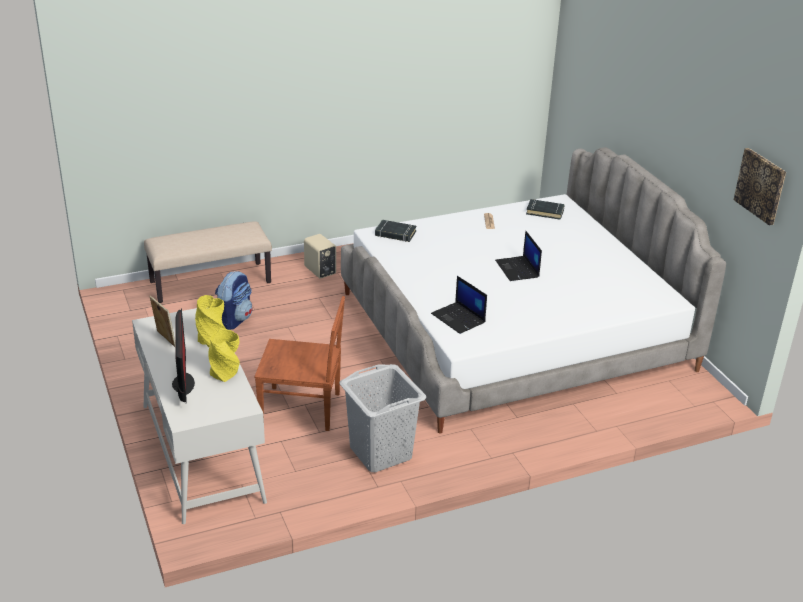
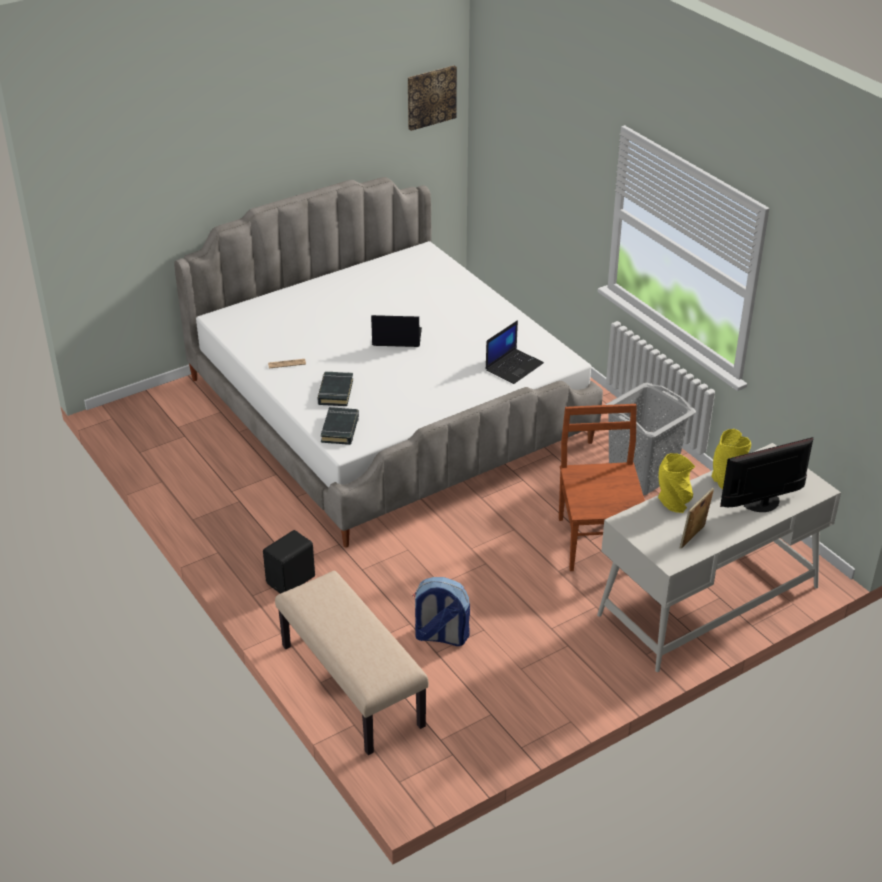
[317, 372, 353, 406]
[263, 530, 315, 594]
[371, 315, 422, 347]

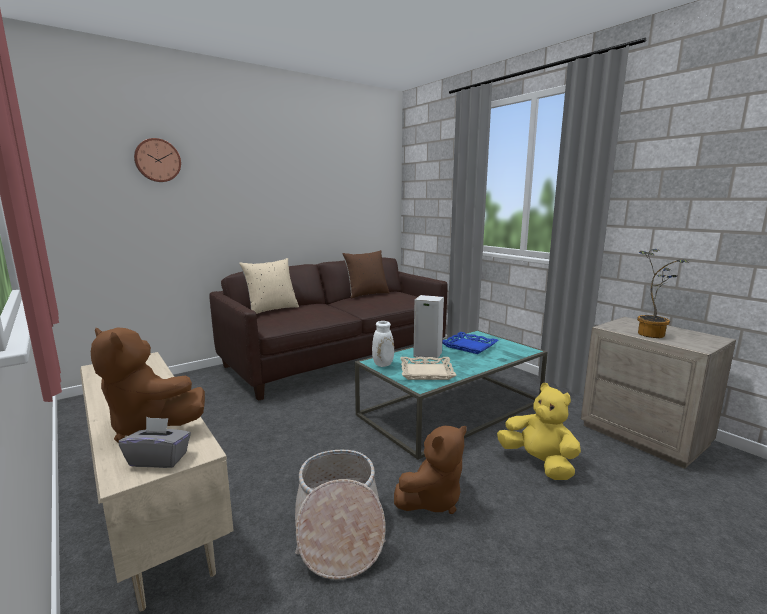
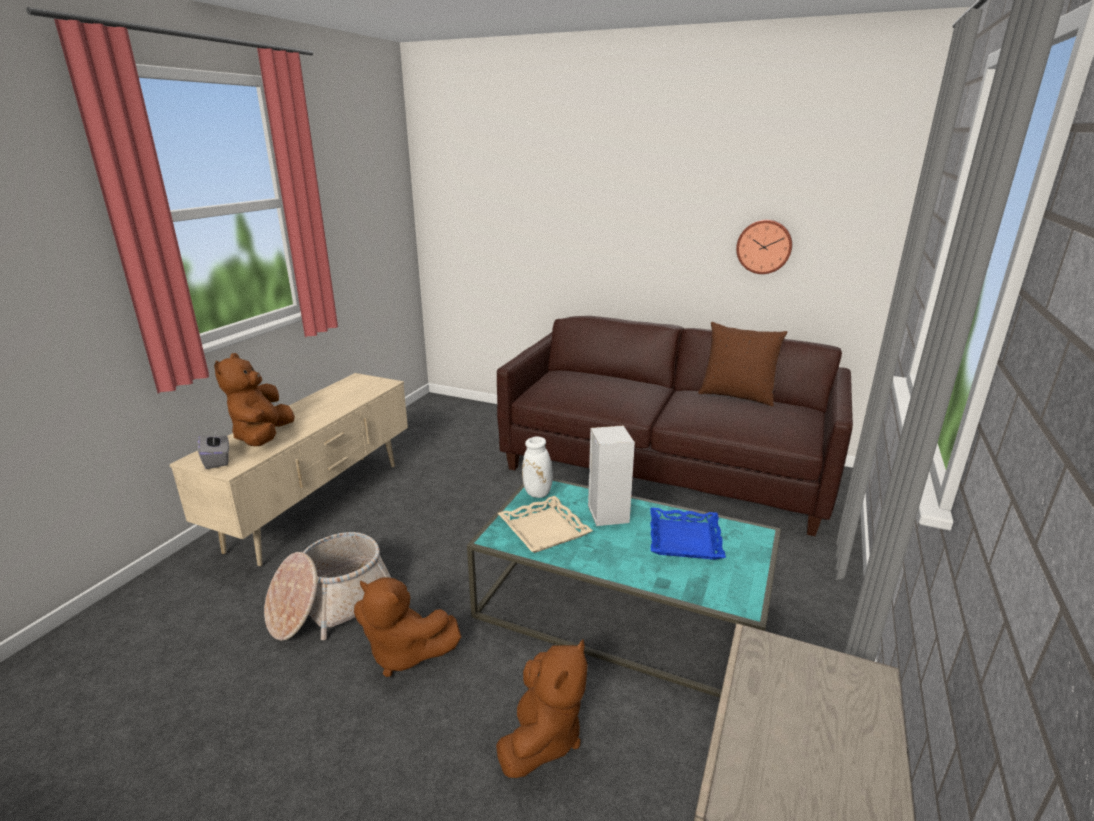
[239, 258, 299, 314] (first image)
[637, 249, 689, 338] (first image)
[736, 220, 792, 274]
[496, 639, 588, 778]

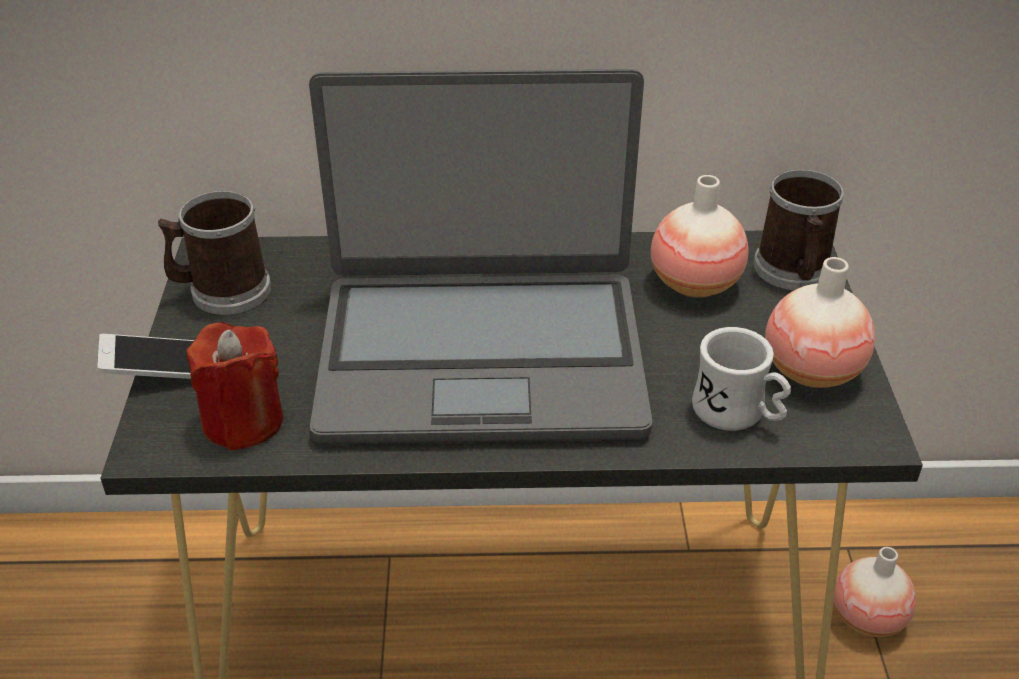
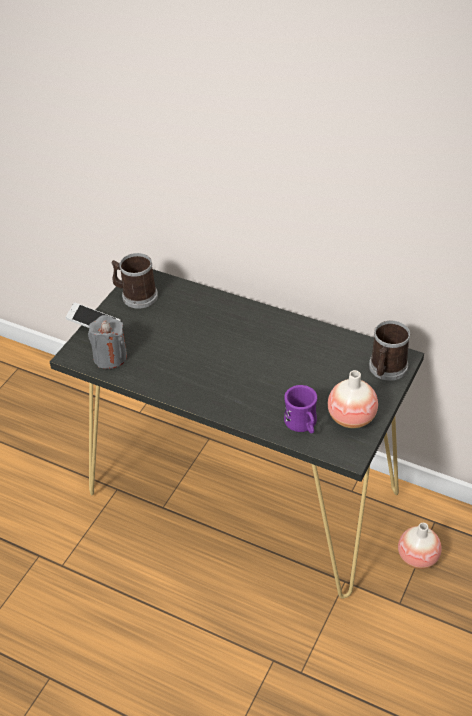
[309, 69, 652, 445] (first image)
[651, 175, 749, 298] (first image)
[88, 315, 127, 369]
[284, 385, 317, 434]

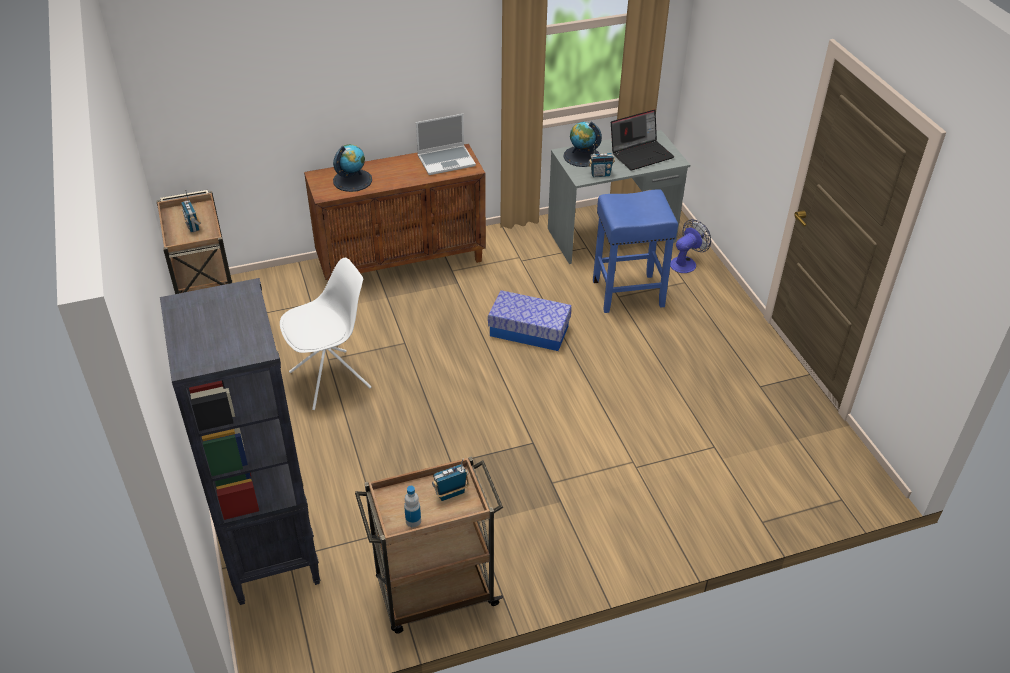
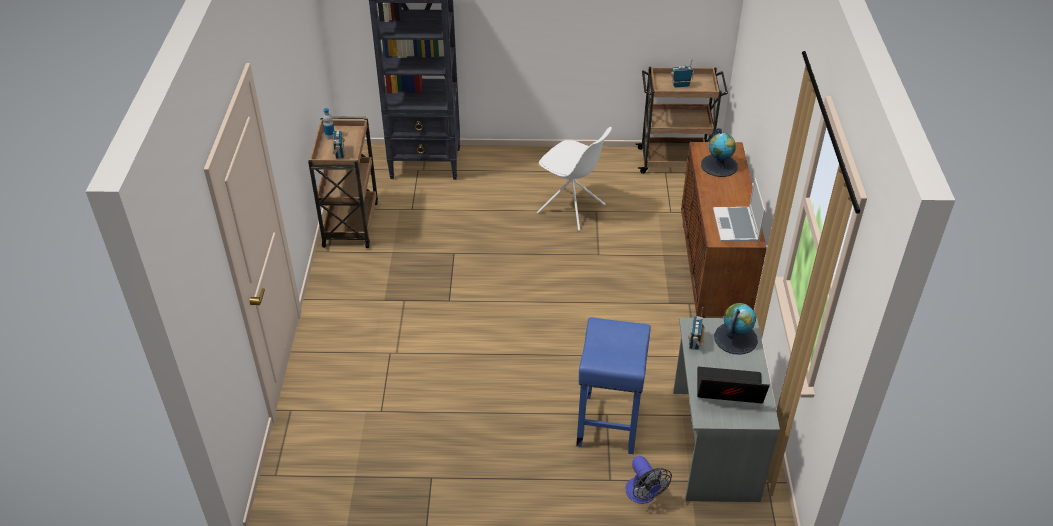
[488, 290, 572, 351] (first image)
[537, 127, 612, 231]
[697, 367, 770, 403]

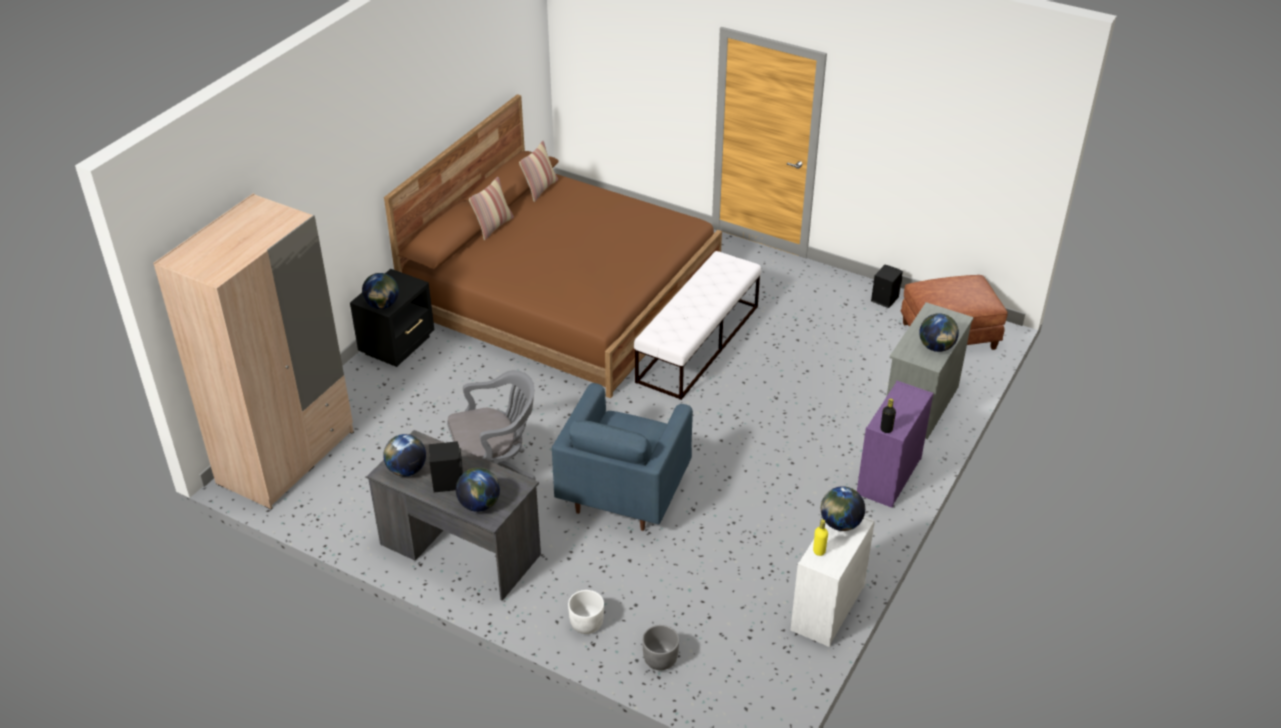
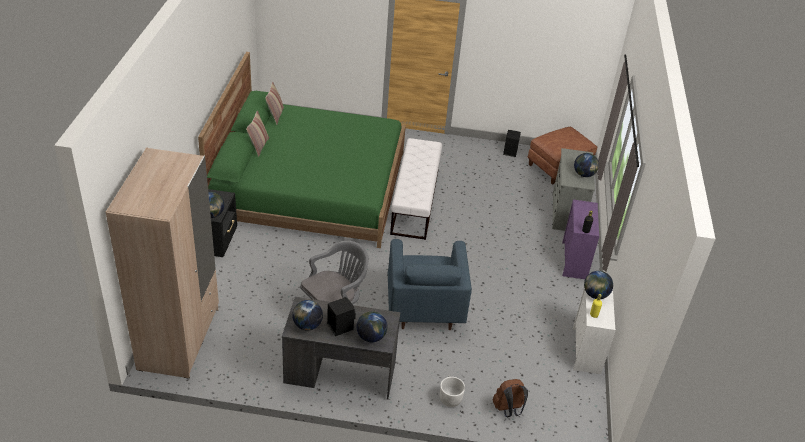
[493, 379, 528, 418]
[198, 52, 406, 248]

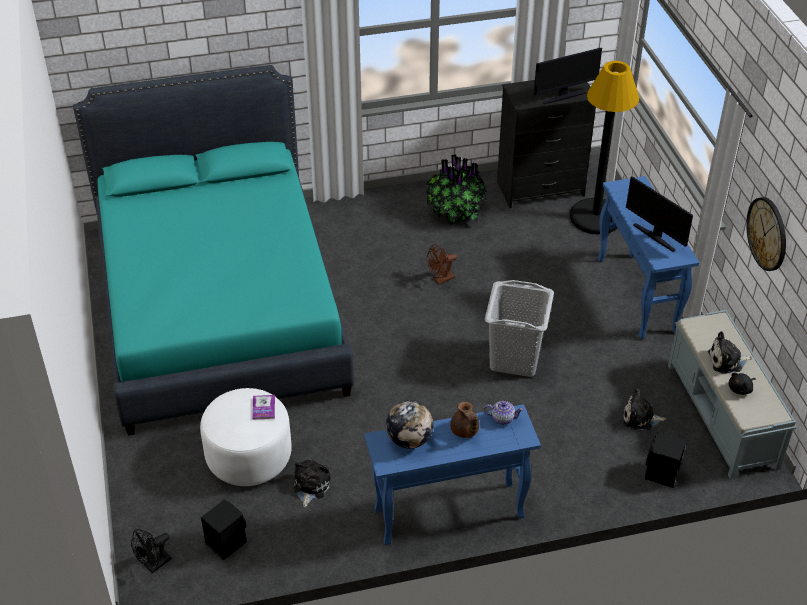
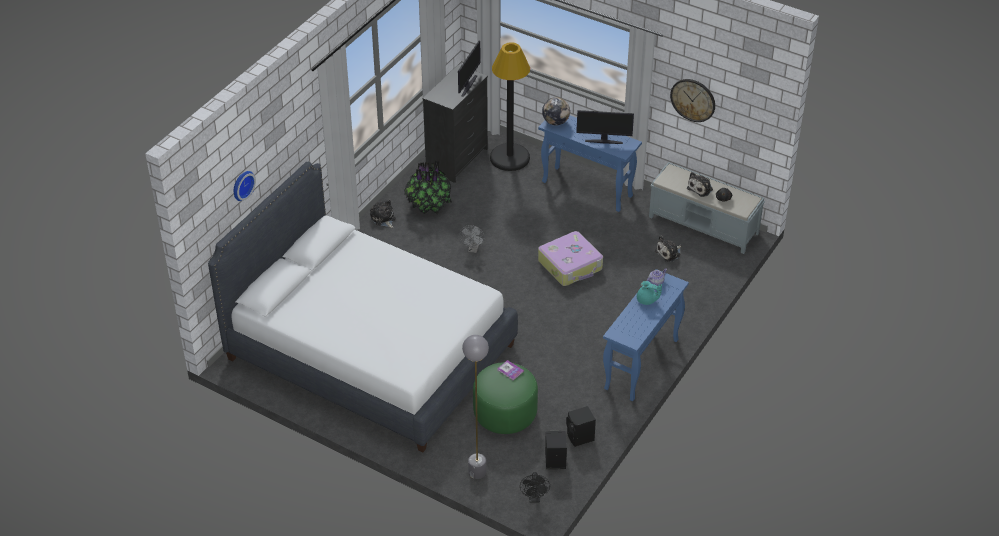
[234, 171, 256, 201]
[462, 335, 489, 479]
[370, 199, 396, 228]
[542, 97, 570, 126]
[566, 406, 596, 447]
[538, 231, 603, 286]
[208, 162, 518, 452]
[473, 362, 538, 434]
[460, 225, 485, 253]
[637, 281, 662, 305]

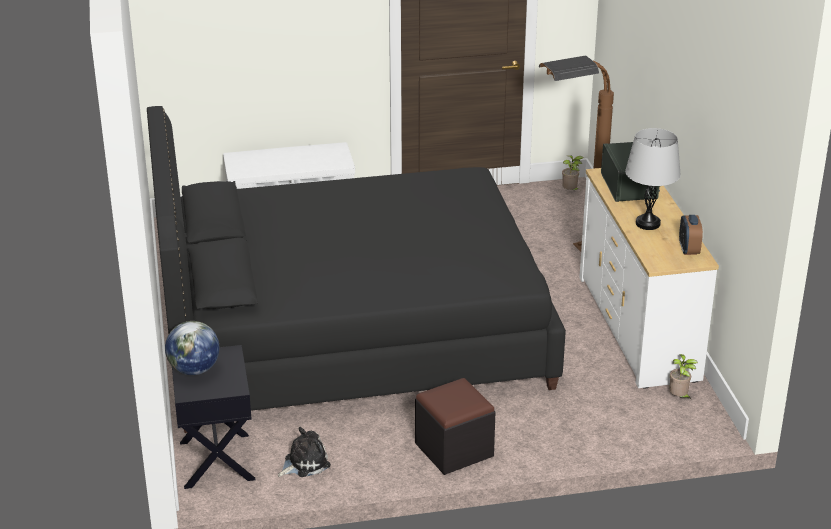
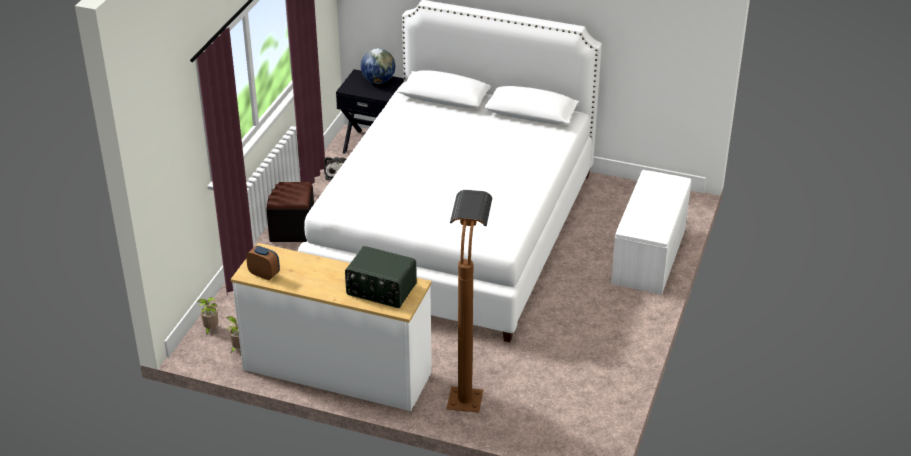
[625, 128, 681, 230] (first image)
[197, 297, 218, 336]
[298, 0, 602, 342]

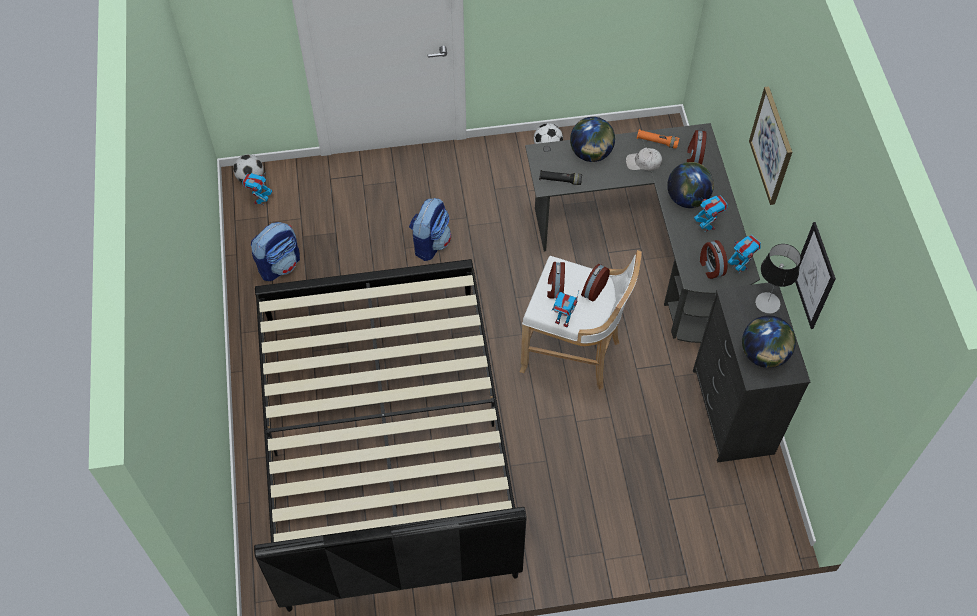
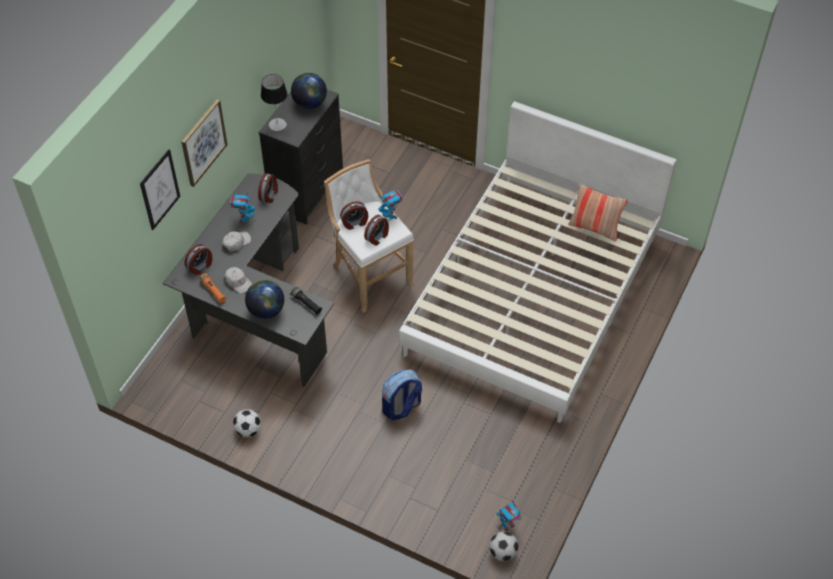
[251, 222, 300, 281] (first image)
[728, 235, 761, 273] (first image)
[568, 184, 627, 241]
[140, 149, 180, 230]
[222, 231, 251, 252]
[399, 101, 677, 423]

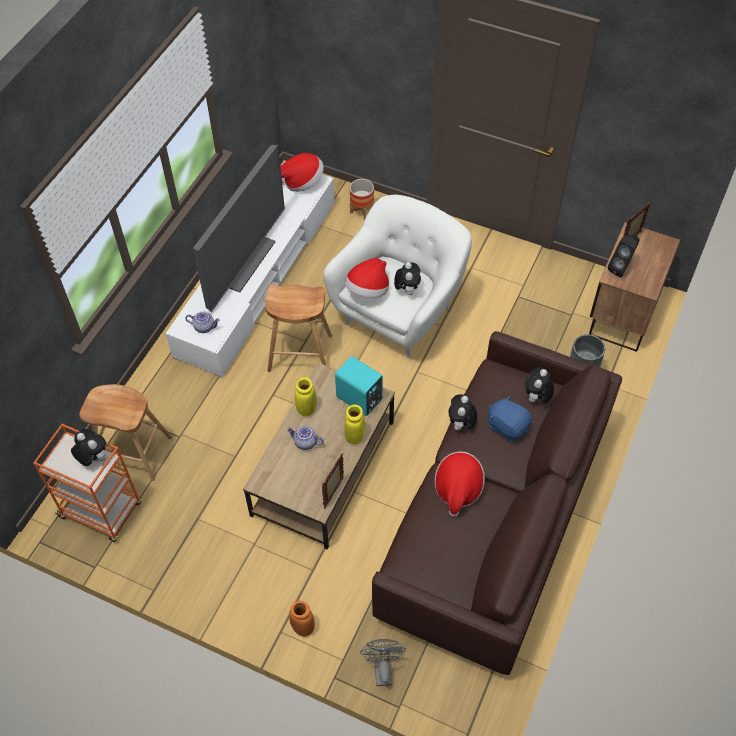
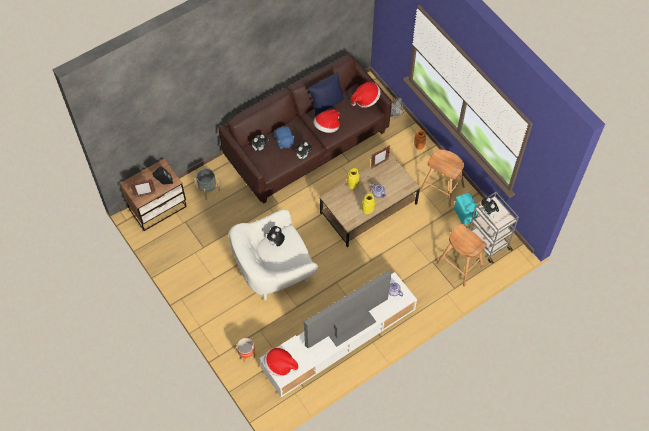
[307, 72, 345, 116]
[420, 149, 465, 207]
[454, 193, 478, 225]
[351, 82, 381, 108]
[469, 192, 519, 264]

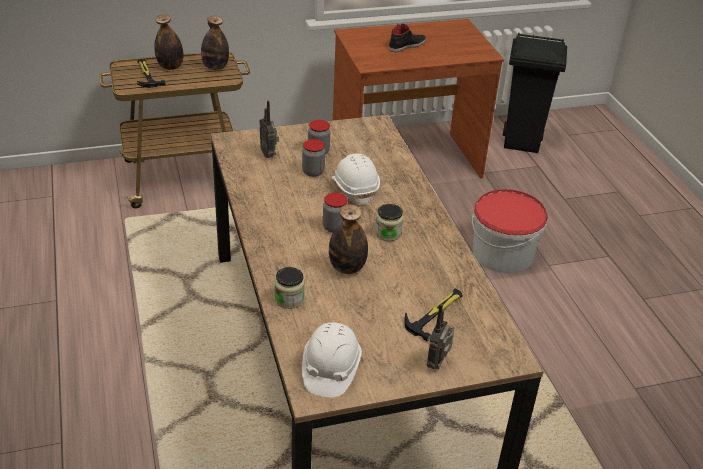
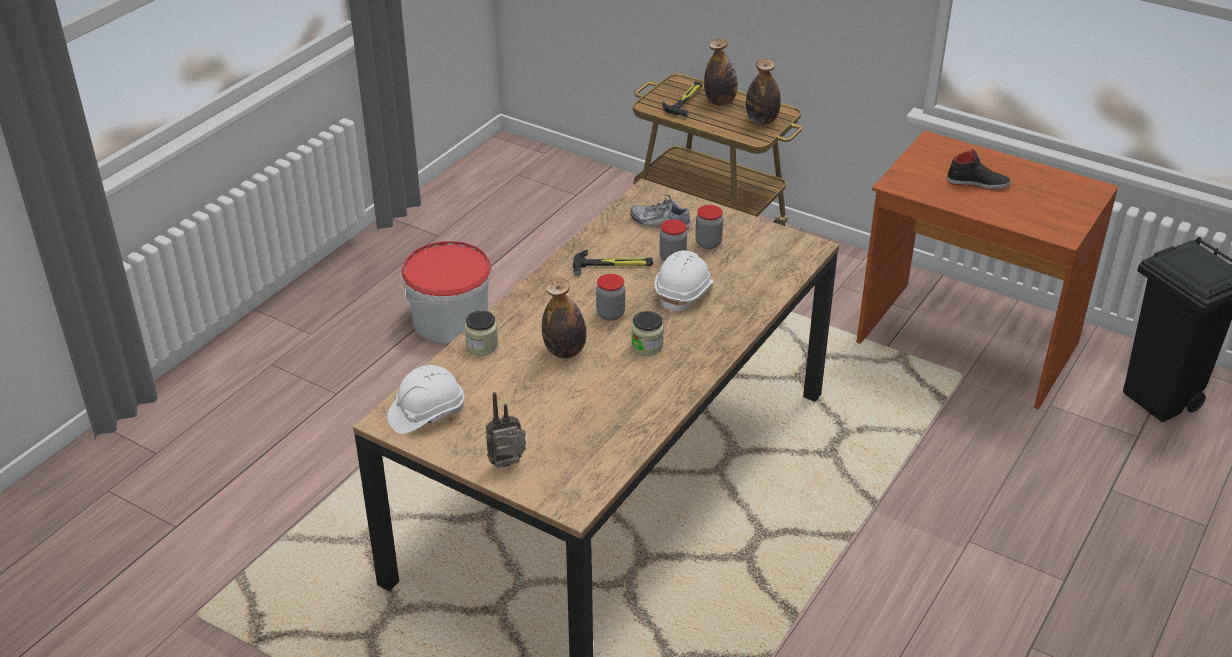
[573, 249, 653, 276]
[402, 241, 492, 343]
[630, 194, 691, 229]

